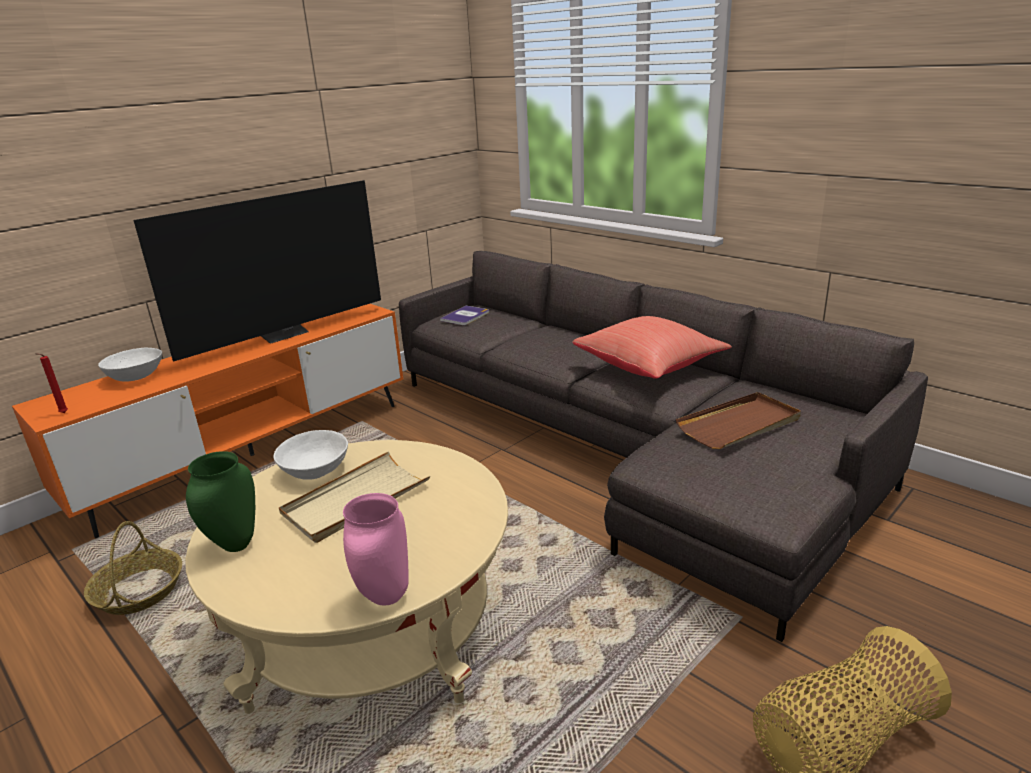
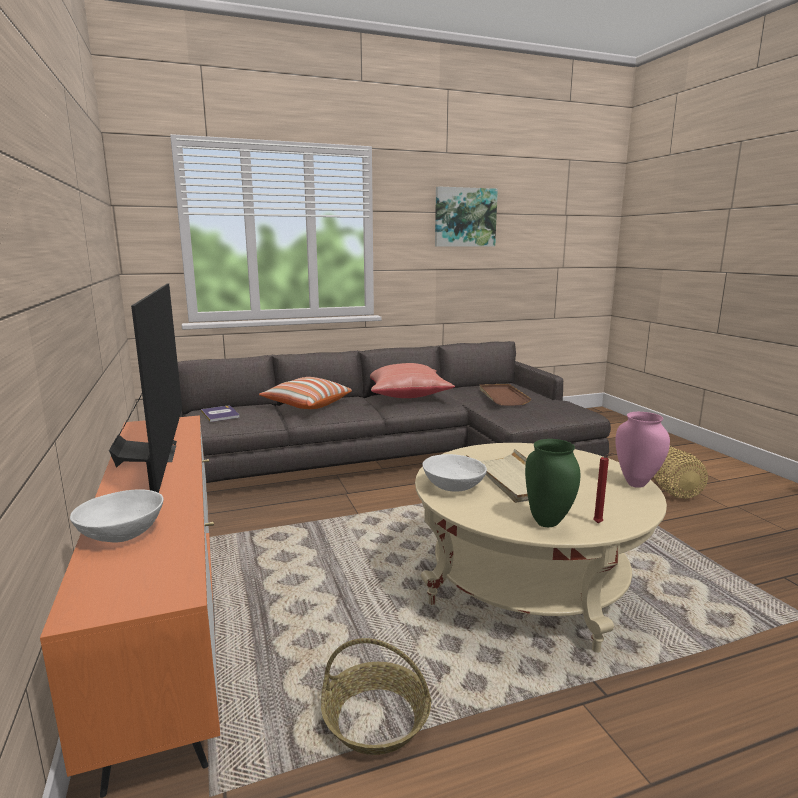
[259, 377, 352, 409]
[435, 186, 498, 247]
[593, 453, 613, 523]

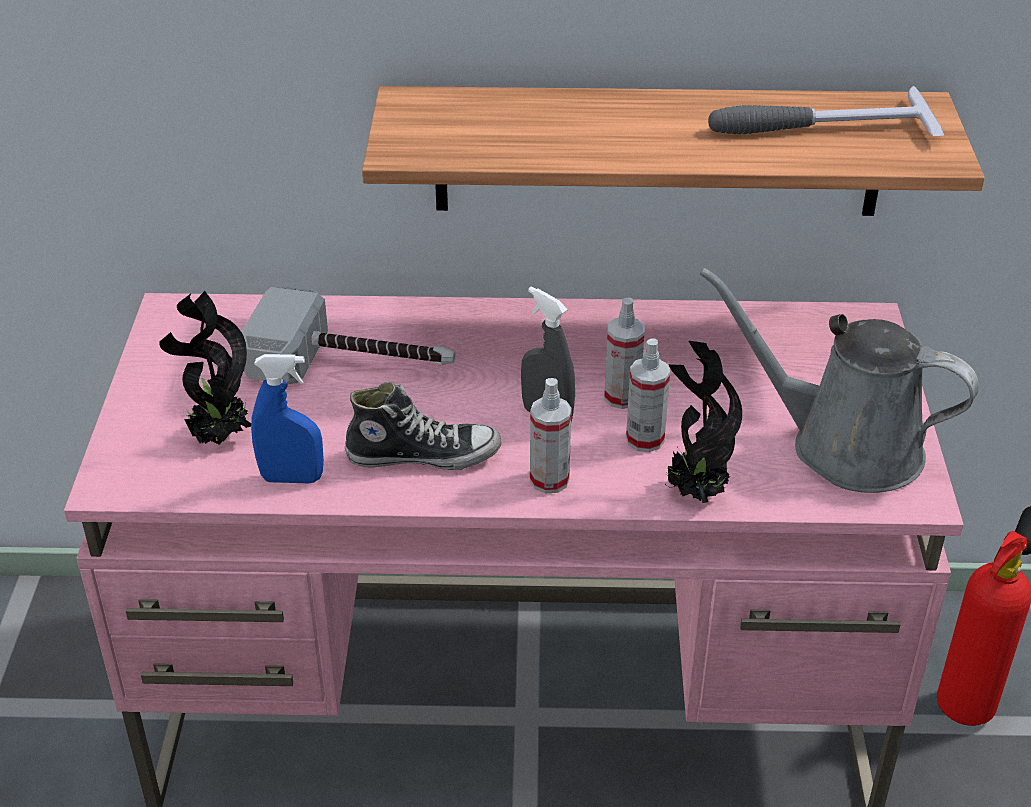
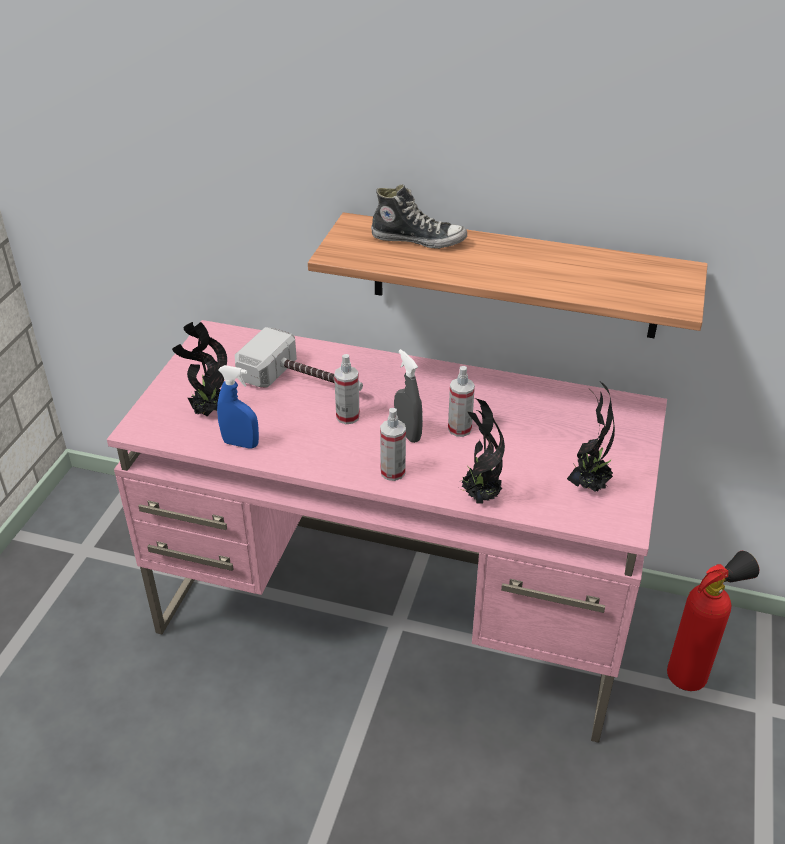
[708, 86, 944, 136] (first image)
[371, 184, 467, 249]
[334, 354, 360, 424]
[567, 382, 615, 492]

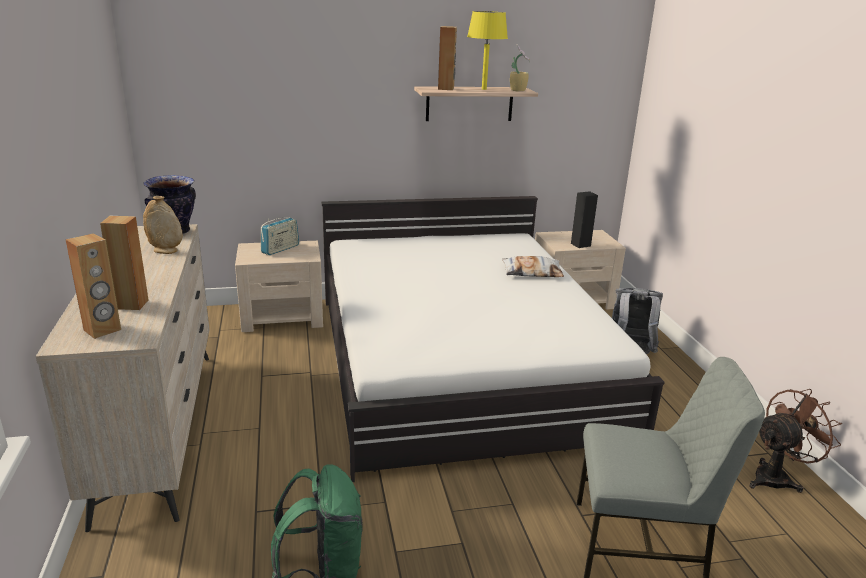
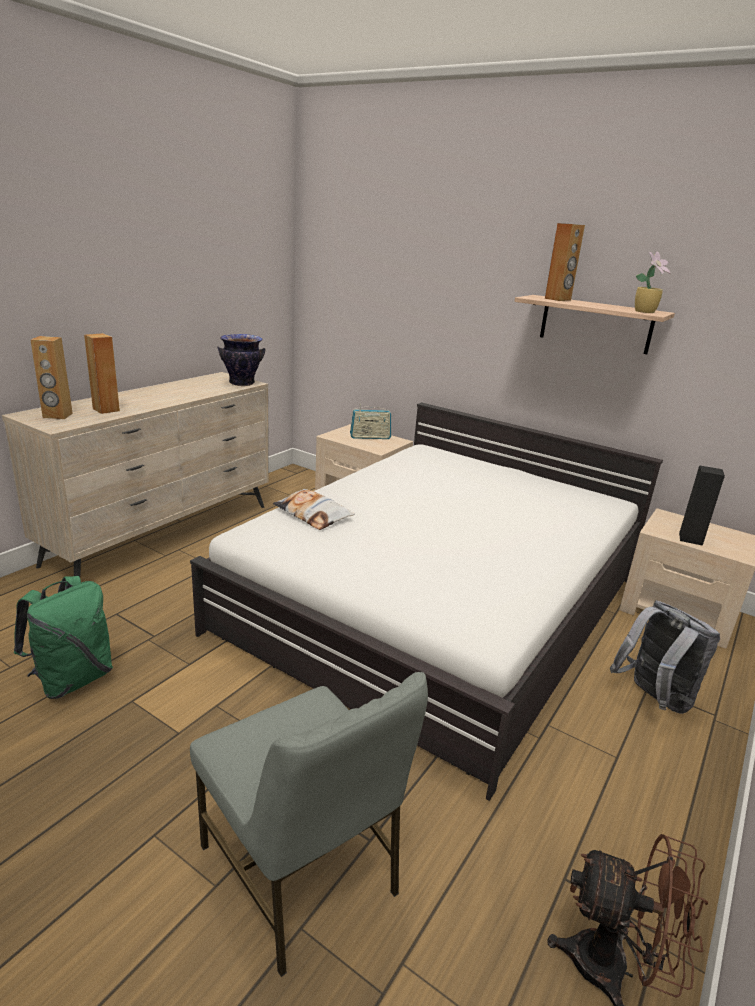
[143, 196, 183, 254] (first image)
[467, 11, 508, 90] (first image)
[273, 489, 354, 530]

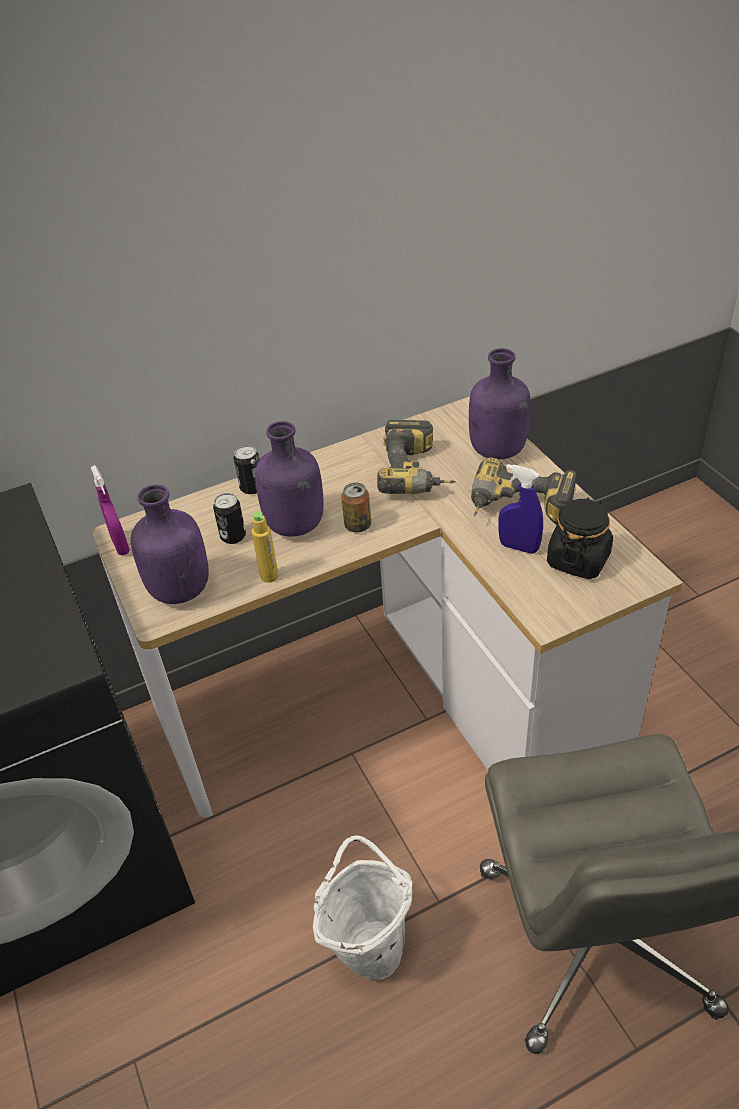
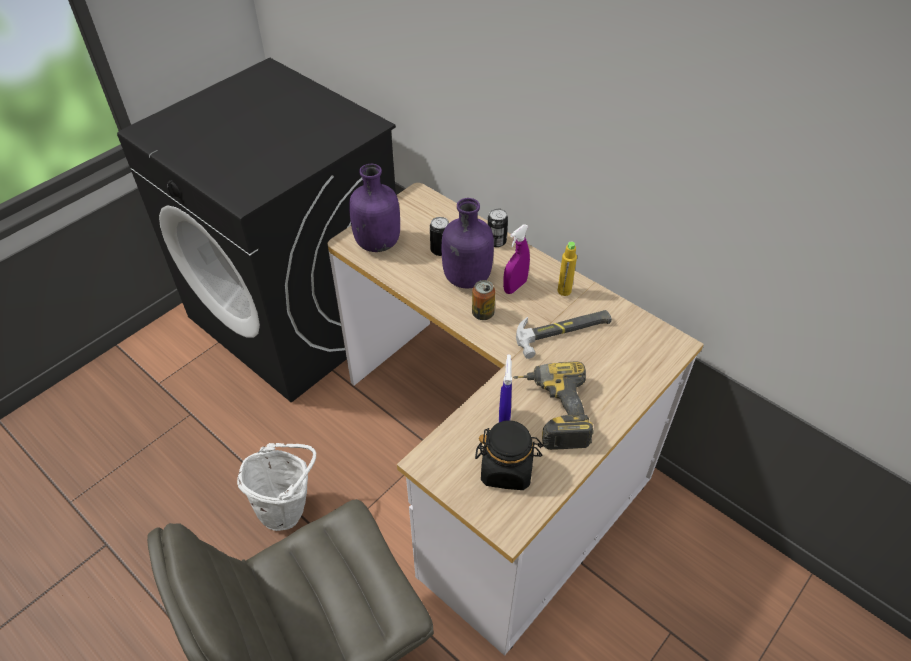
[469, 348, 531, 460] (first image)
[503, 225, 530, 294]
[557, 242, 577, 296]
[516, 310, 612, 359]

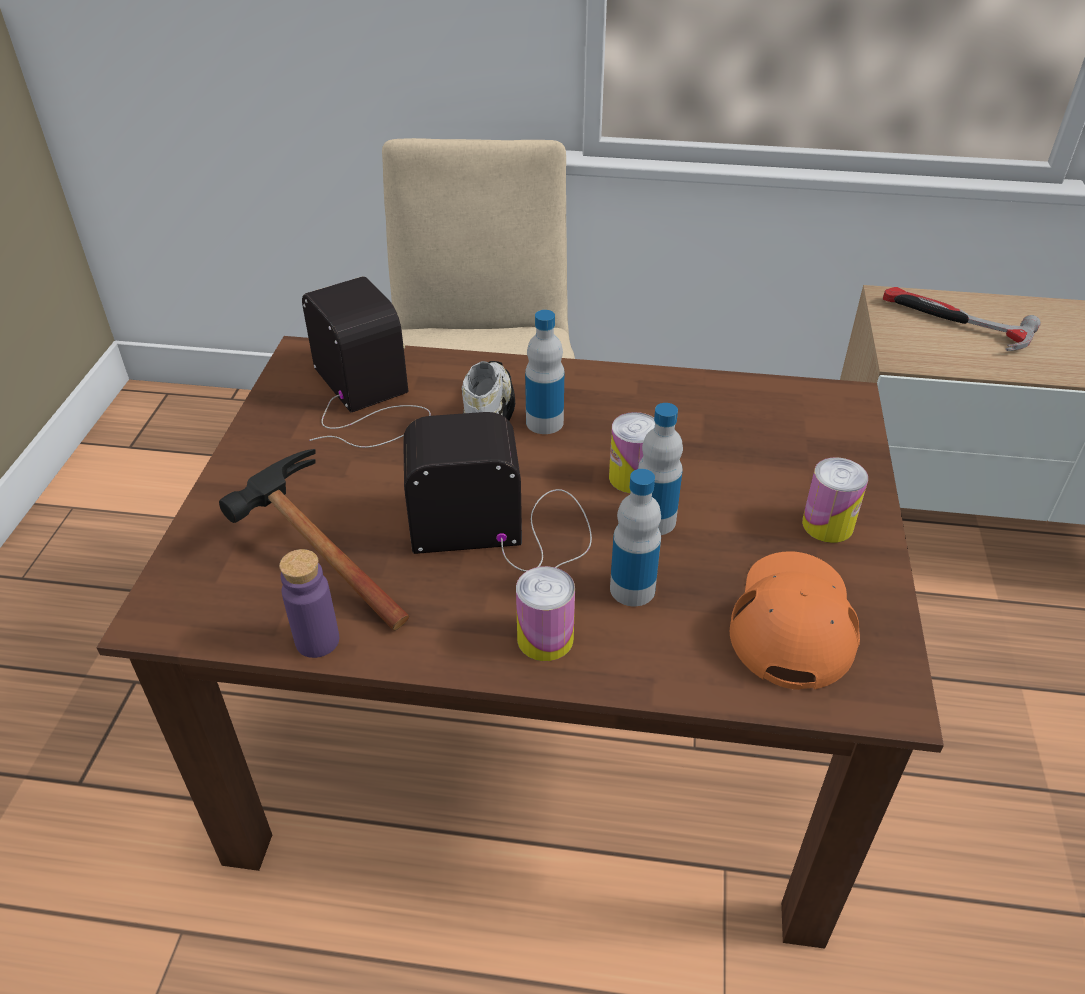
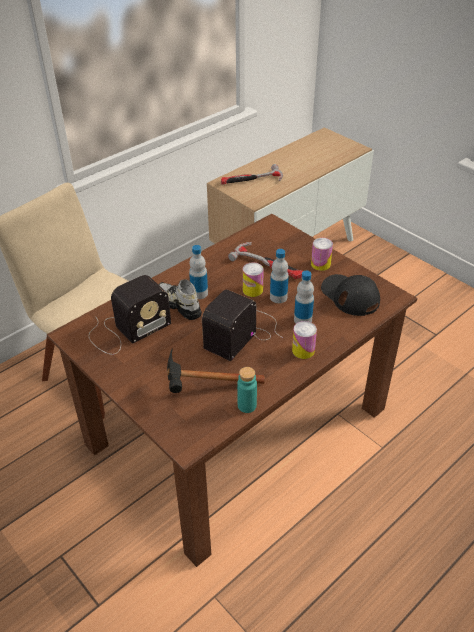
[228, 242, 303, 279]
[237, 367, 257, 413]
[321, 274, 380, 316]
[89, 275, 171, 355]

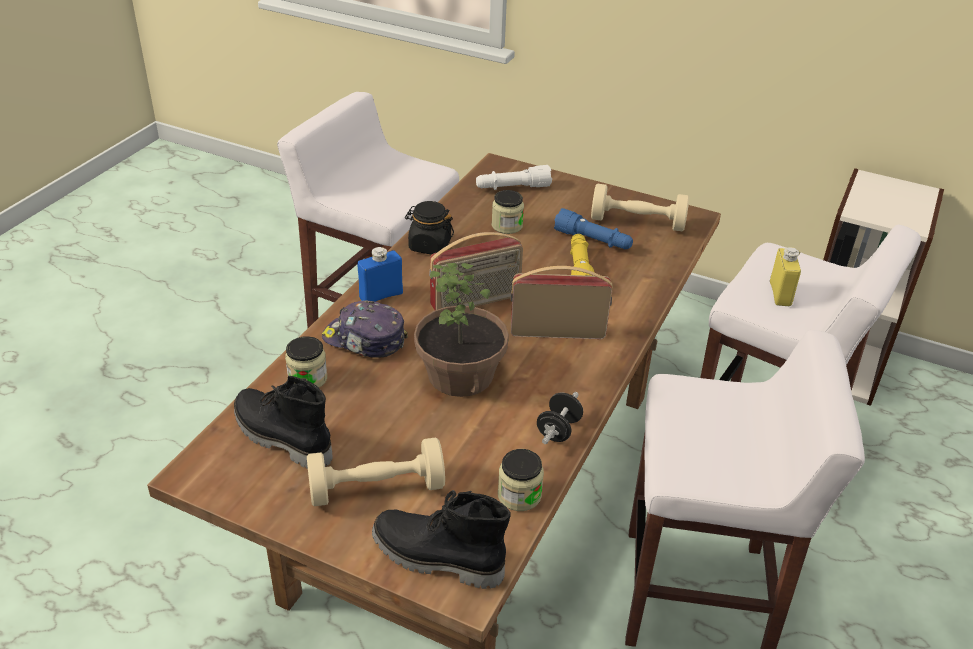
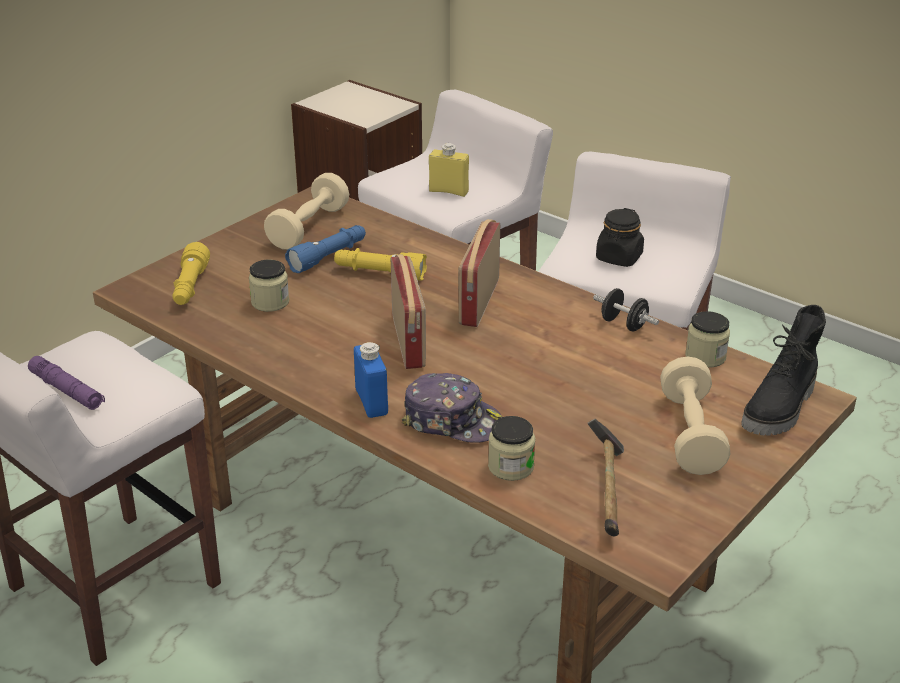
[414, 263, 509, 397] (first image)
[28, 356, 105, 410]
[596, 208, 644, 267]
[587, 418, 624, 536]
[172, 242, 210, 305]
[402, 373, 503, 443]

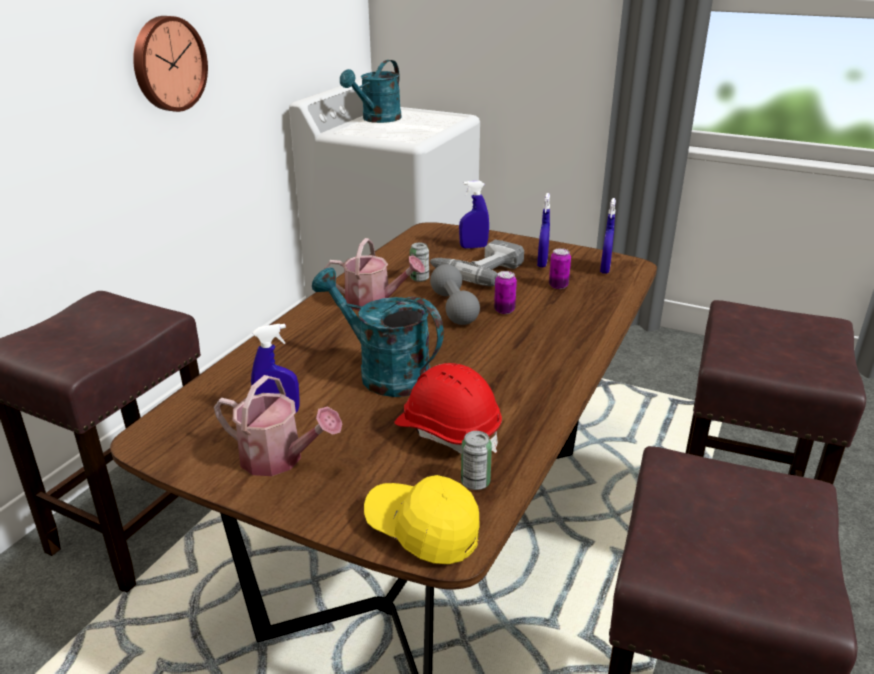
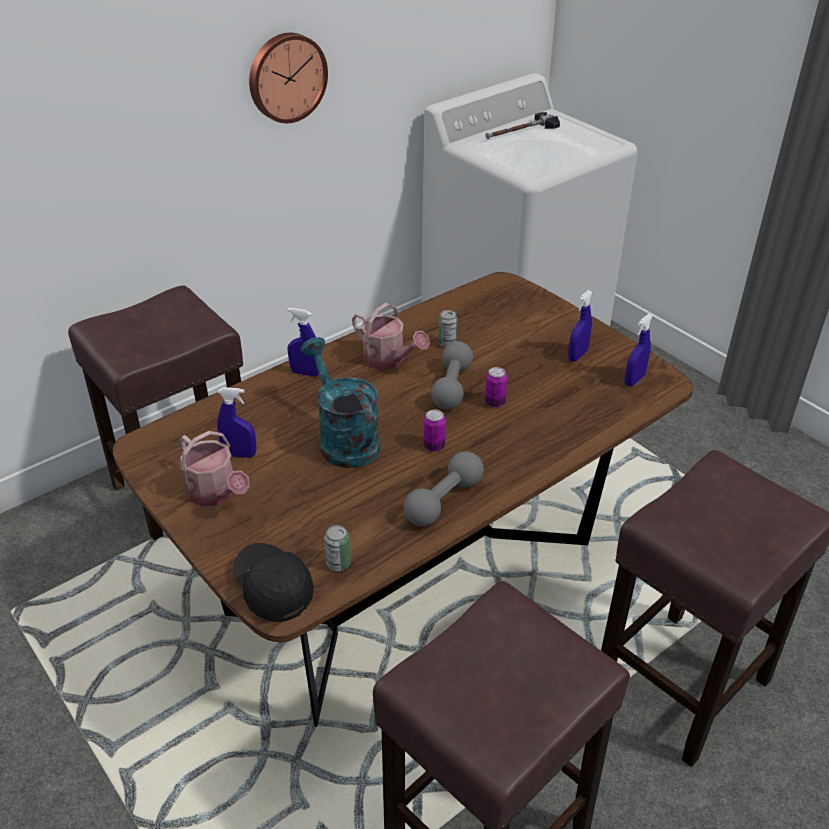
[394, 363, 502, 453] (first image)
[430, 240, 524, 286] (first image)
[404, 451, 484, 526]
[287, 308, 319, 377]
[424, 410, 446, 452]
[485, 112, 560, 139]
[233, 543, 314, 622]

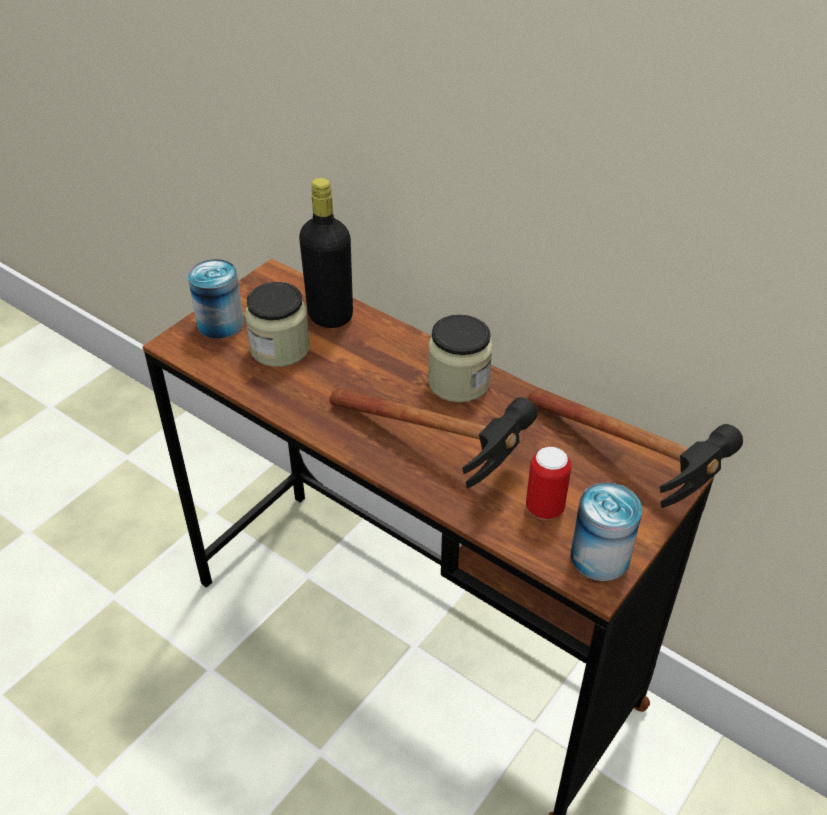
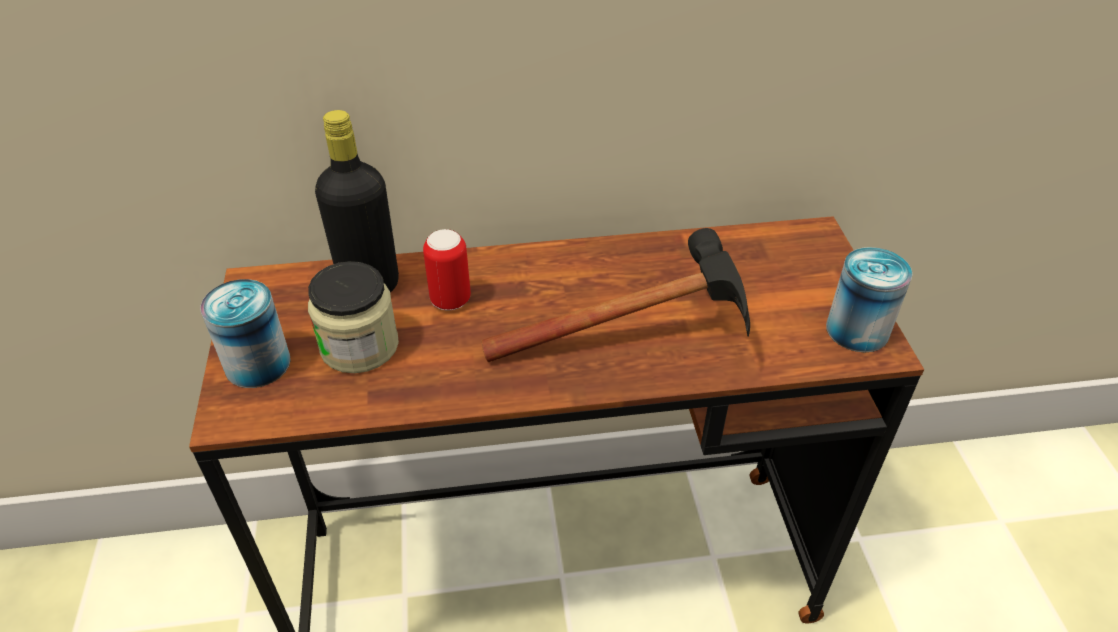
[428, 314, 493, 403] (first image)
[528, 388, 743, 508] (first image)
[423, 229, 471, 311]

